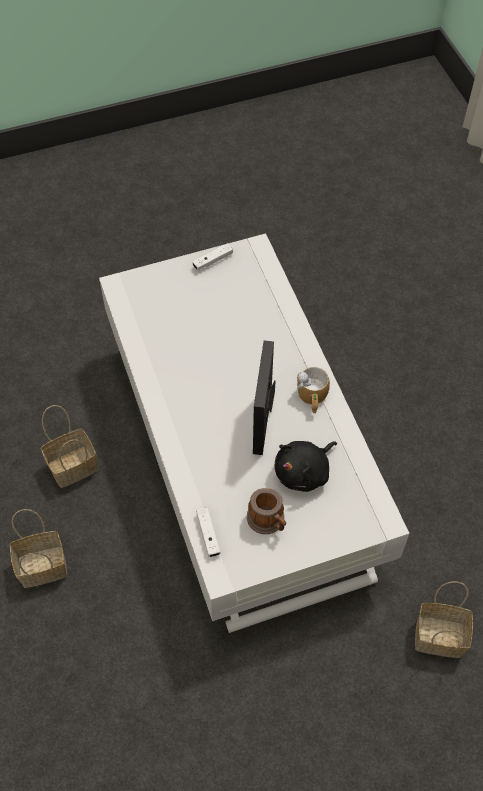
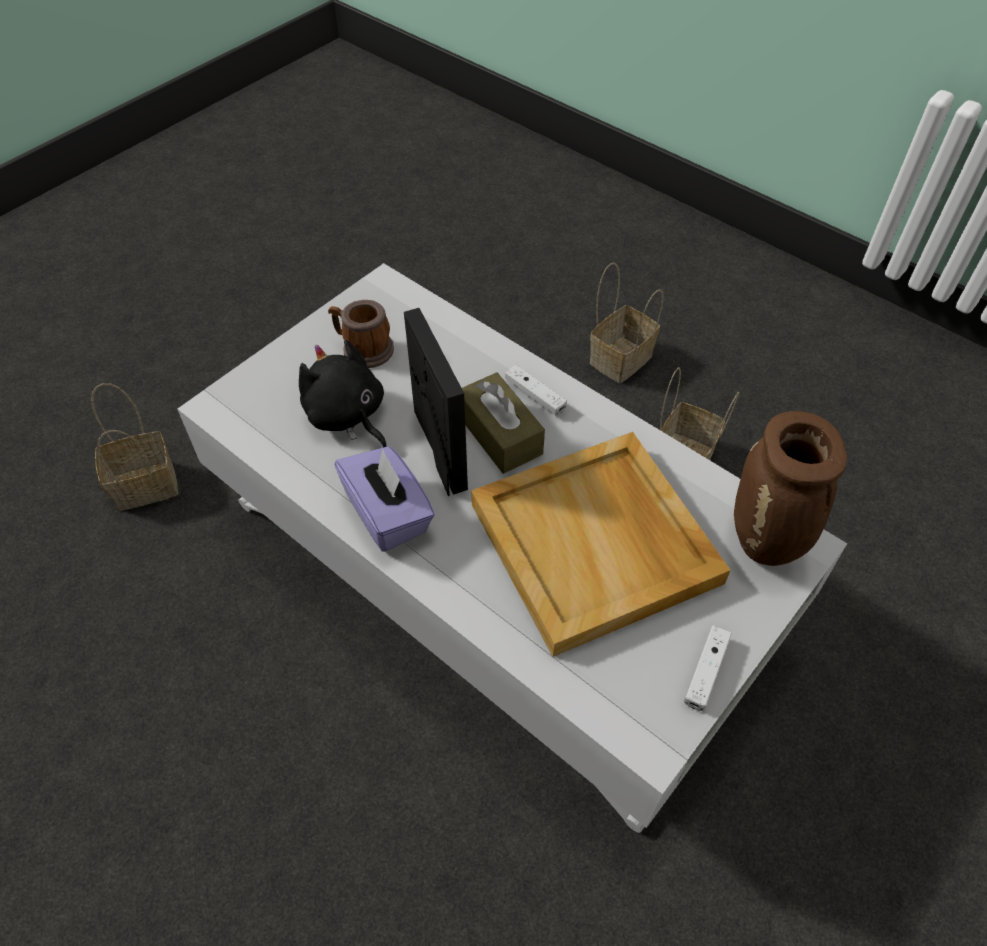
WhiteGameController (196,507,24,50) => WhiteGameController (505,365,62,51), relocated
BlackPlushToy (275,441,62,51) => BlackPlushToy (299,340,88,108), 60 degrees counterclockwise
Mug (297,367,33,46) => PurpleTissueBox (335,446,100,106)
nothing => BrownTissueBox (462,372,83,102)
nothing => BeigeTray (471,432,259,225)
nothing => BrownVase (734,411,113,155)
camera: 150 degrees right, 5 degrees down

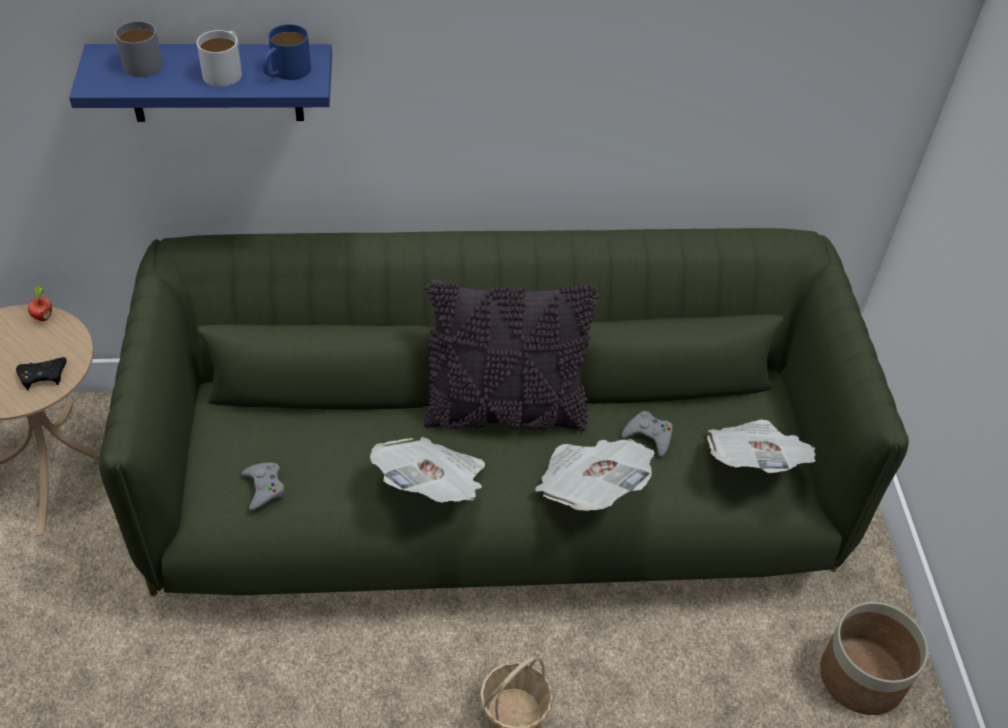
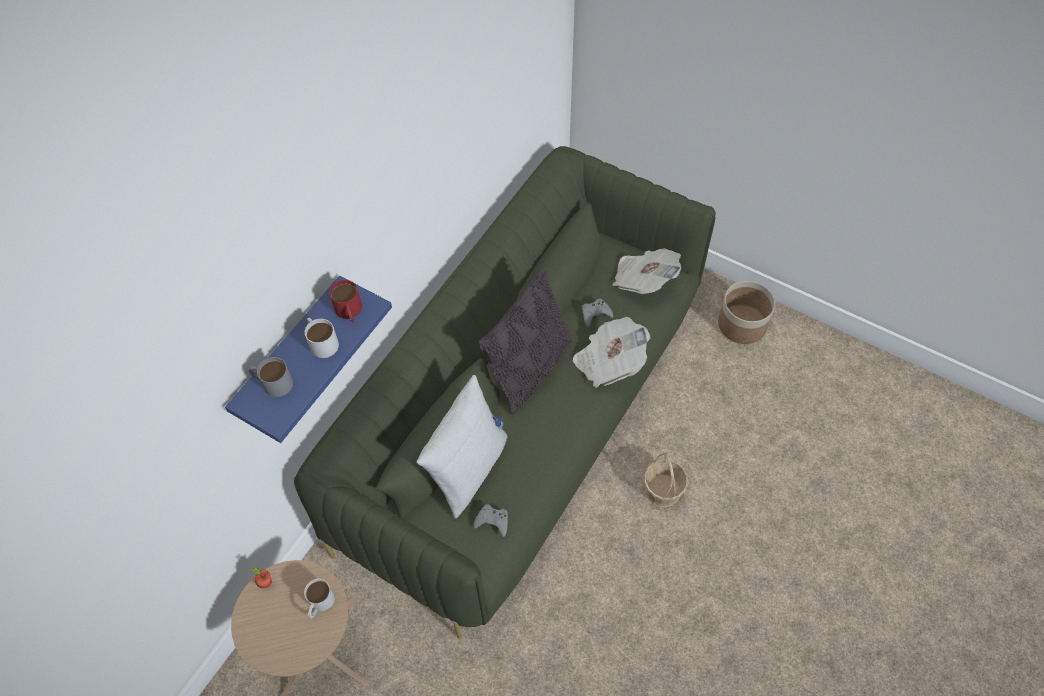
BlackGameController (16,357,51,33) => WhiteMug (304,579,31,40)
BlueMug (263,24,48,56) => RedMug (329,280,33,43)
Newspaper (370,437,115,66) => nothing
nothing => GreyPillow (416,375,92,143)
camera: 50 degrees left, 10 degrees up

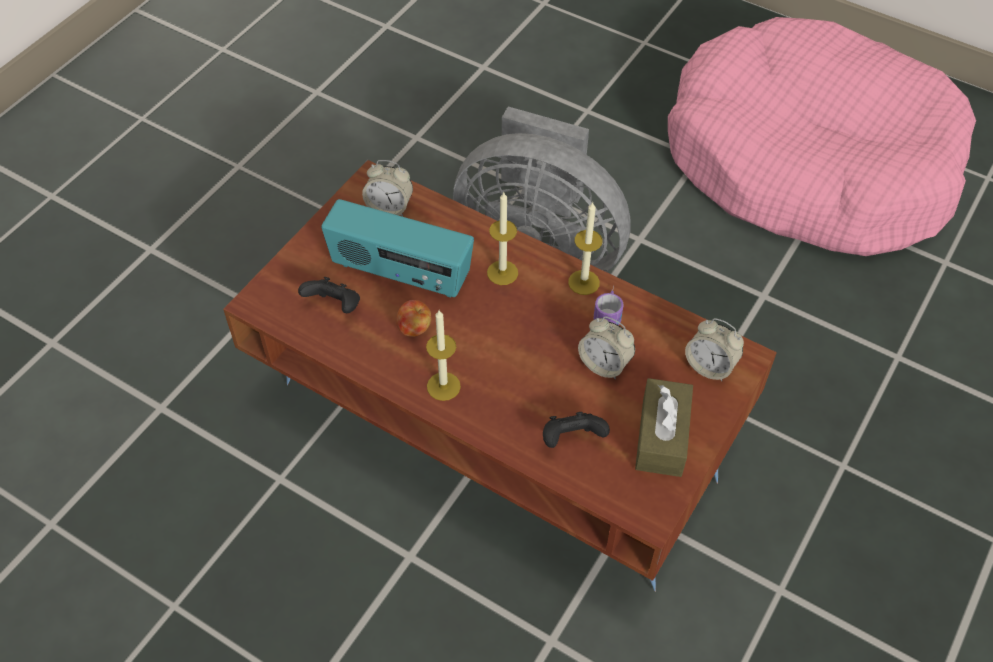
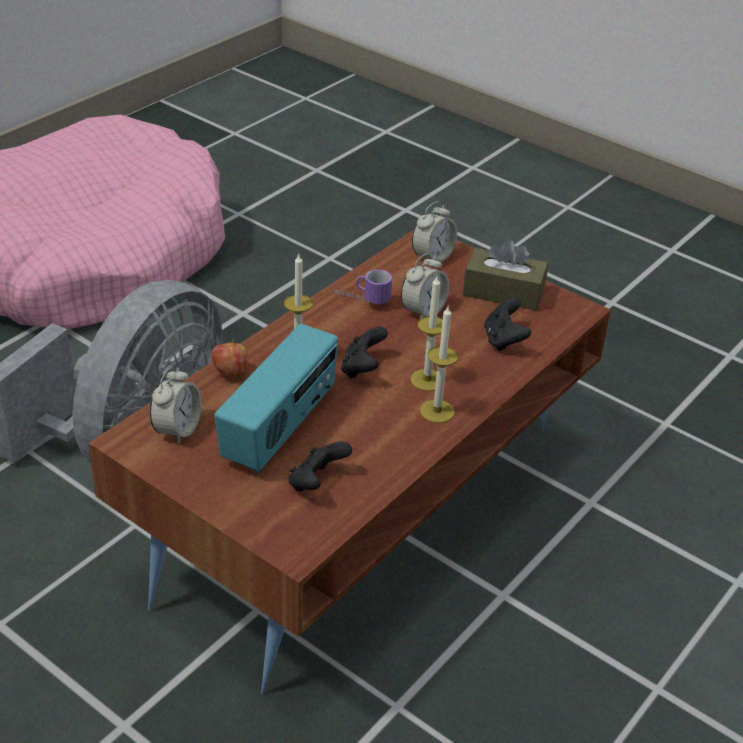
Apple (396,300,36,37) => Apple (212,339,36,38), relocated
Candle (568,201,34,94) => Candle (410,276,33,115), relocated
nothing => BlackGameController (341,327,47,51)
camera: 85 degrees left, 15 degrees down

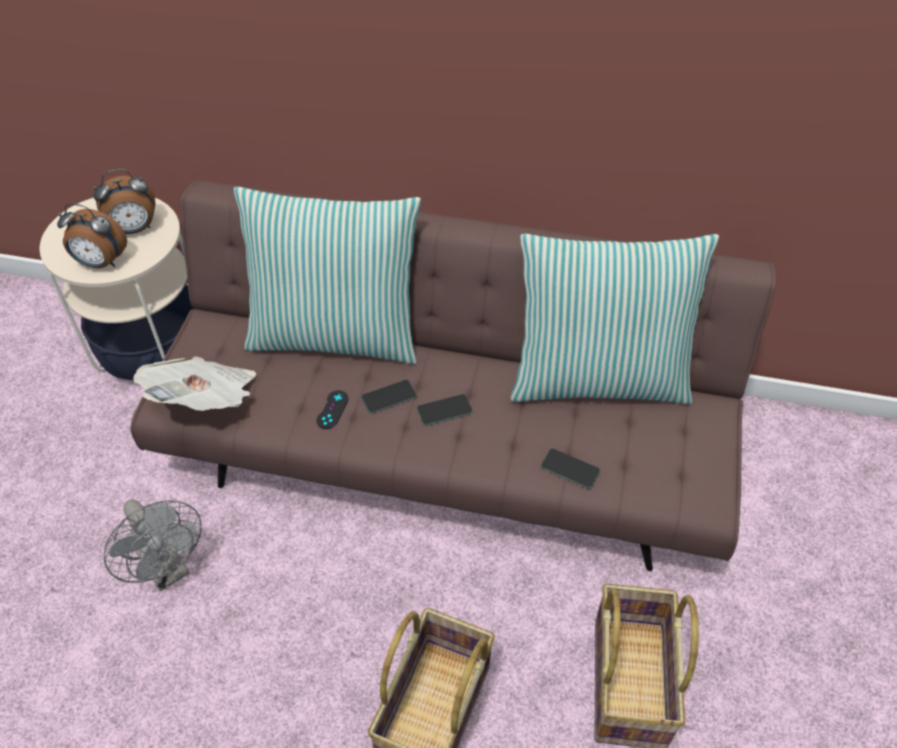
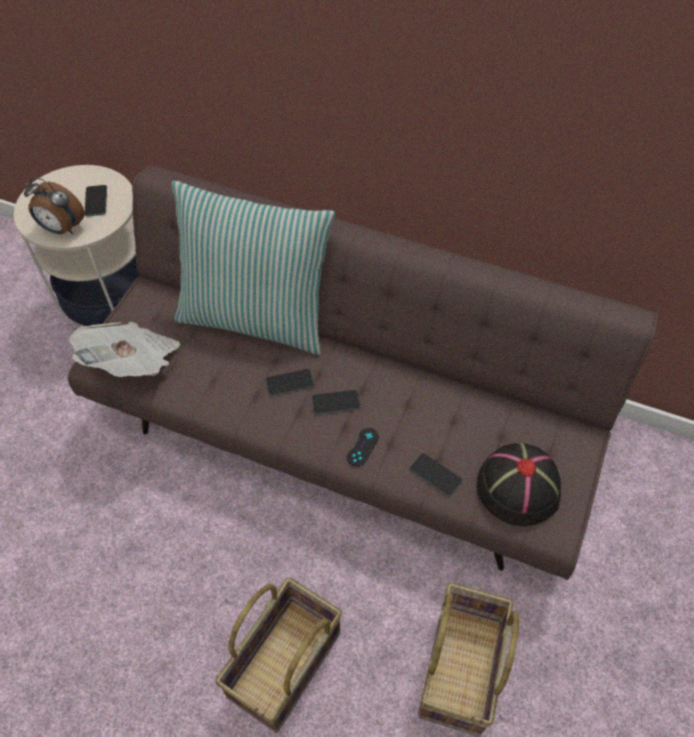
AlarmClock (93,169,63,65) => Phone (84,185,23,32)
GreyFan (104,499,98,92) => nothing
BlackGameController (316,390,33,39) => BlackGameController (347,428,32,38), relocated
Pillow (511,234,208,170) => nothing
nothing => BlackHat (477,443,84,83)
camera: 10 degrees right, 5 degrees up

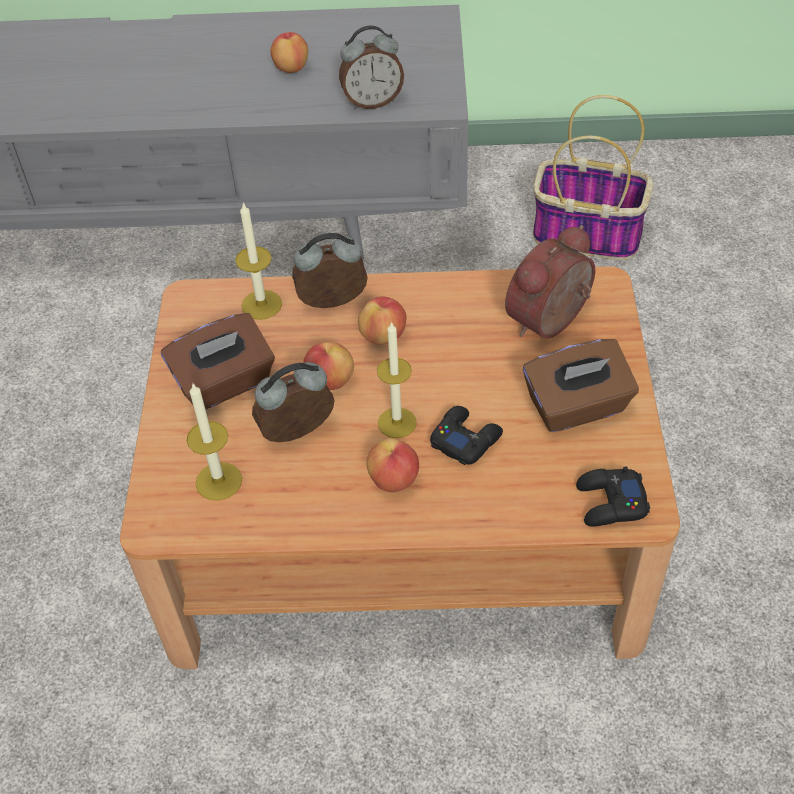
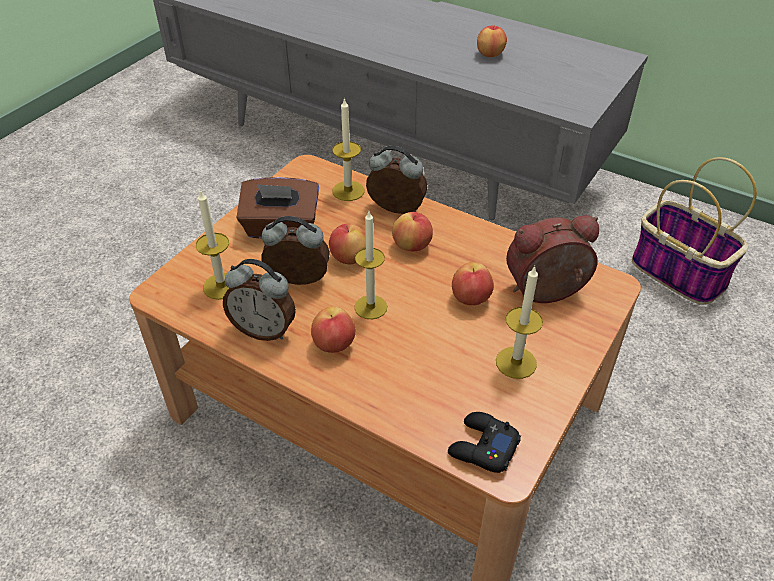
AlarmClock (339,26,65,83) => AlarmClock (223,259,73,82), relocated
BlackGameController (430,406,73,59) => nothing
BrownTissueBox (523,339,116,93) => Candle (496,266,47,113)
nothing => Apple (452,262,42,43)
camera: 30 degrees right, 5 degrees down

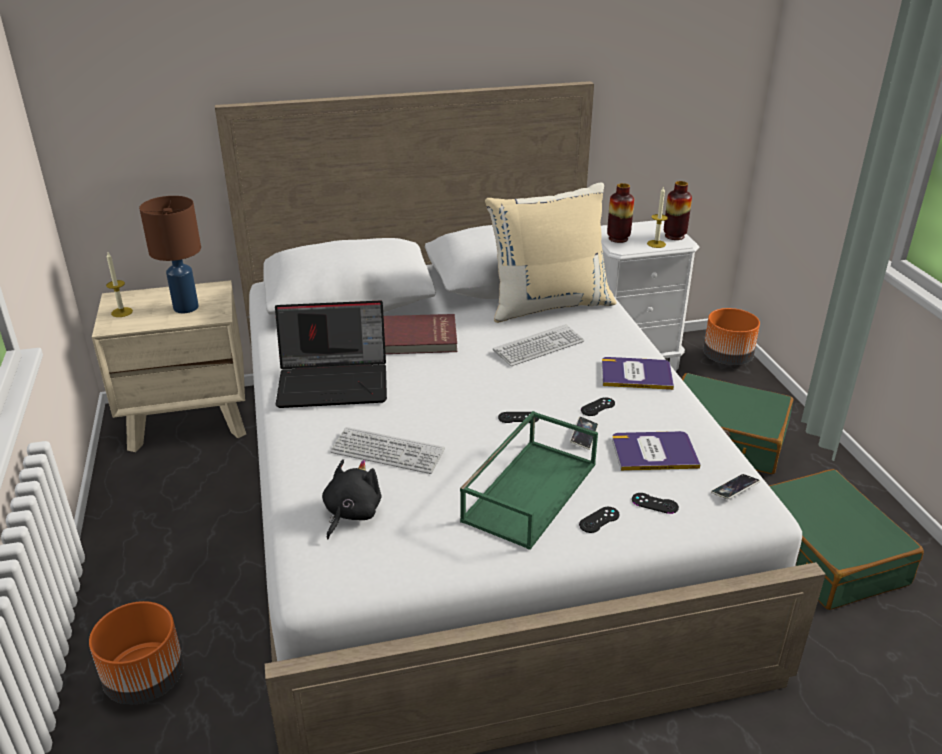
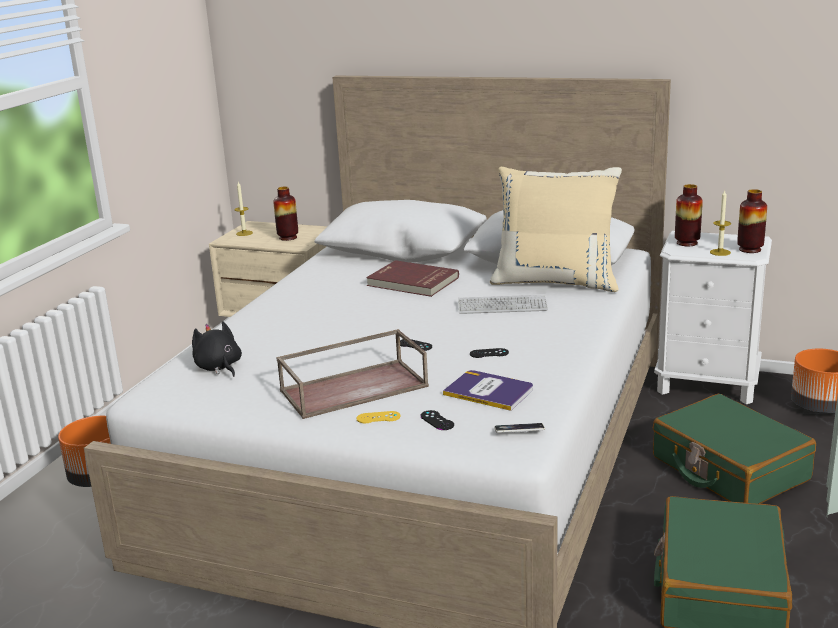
BrownTableLamp (139,196,62,117) => Vase (273,187,25,54)
Laptop (275,301,112,107) => nothing
BlackPlushToy (322,459,60,80) => BlackPlushToy (192,321,50,56), 90 degrees counterclockwise
Keyboard (330,427,115,47) => nothing
GreenTray (460,411,138,139) => BrownTray (276,329,153,90)
Phone (570,417,28,33) => nothing
BlackGameController (579,507,41,26) => YellowGameController (356,411,44,12)
Book (602,357,72,33) => nothing
camera: 35 degrees right, 10 degrees down

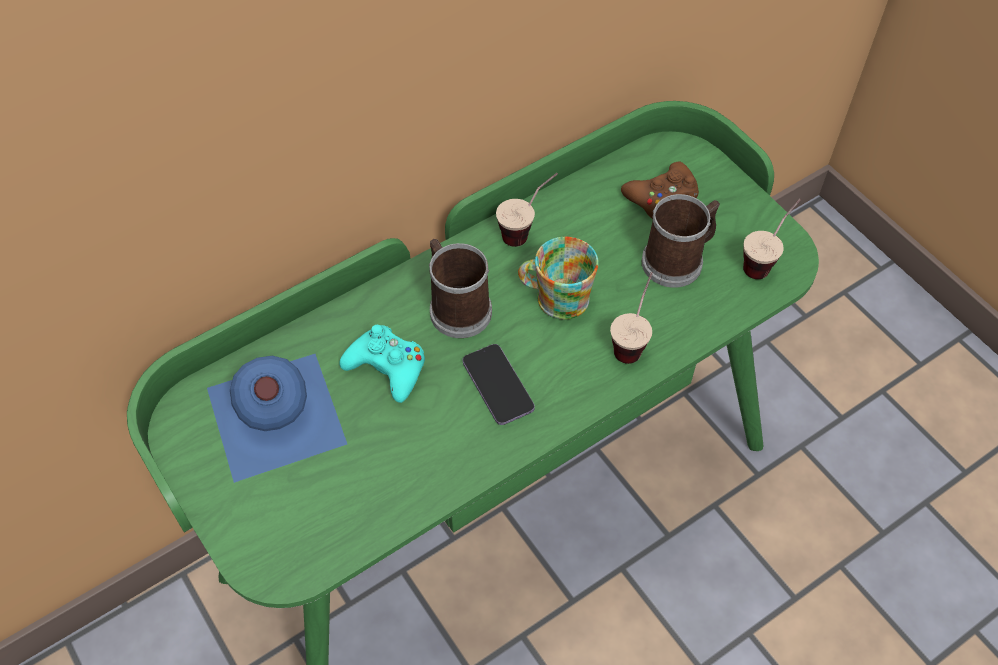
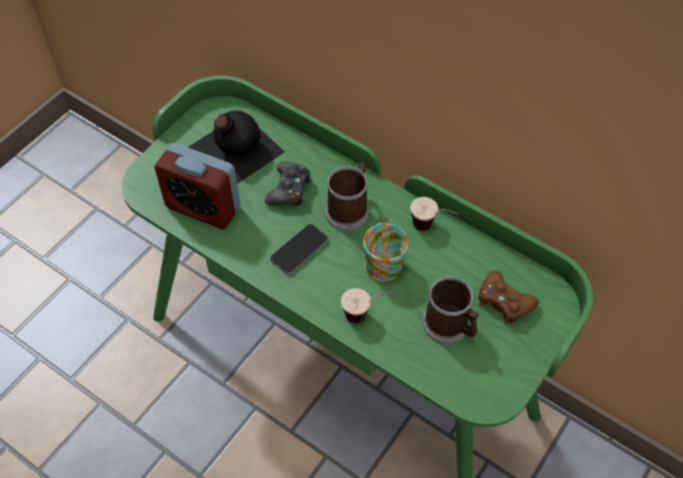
BlueBottle (207,354,140,129) => BlackBottle (188,111,97,73)
TurquoiseGameController (339,325,86,78) => BlackGameController (265,161,47,45)
Cup (743,199,58,80) => nothing
nothing => AlarmClock (155,143,85,86)
camera: 70 degrees right, 0 degrees up

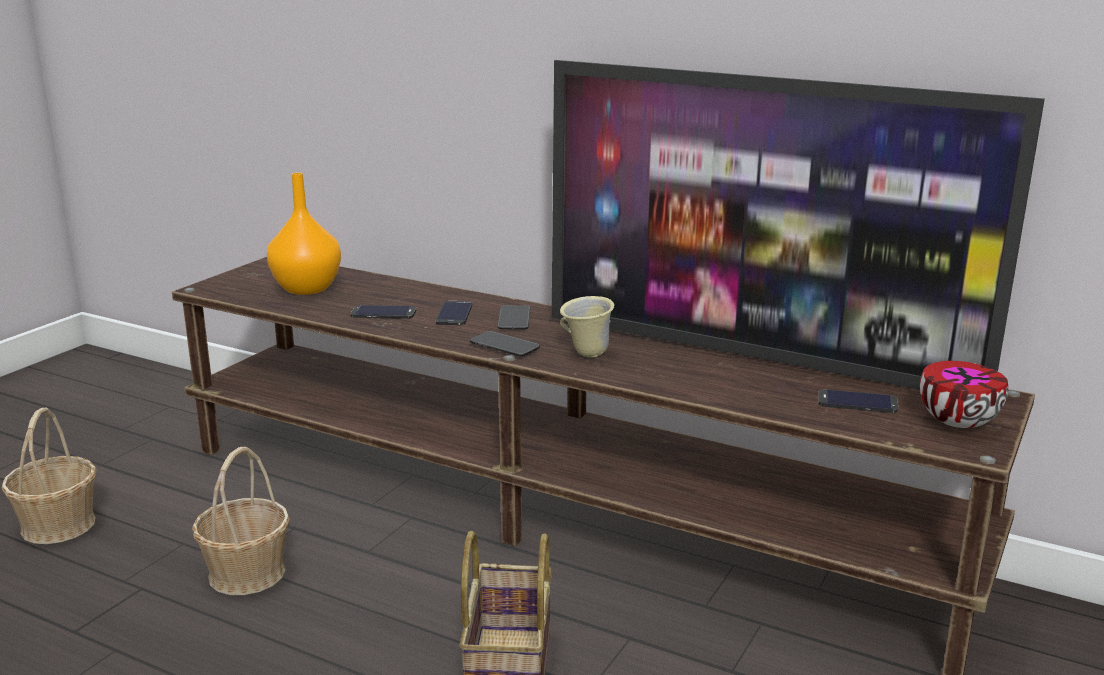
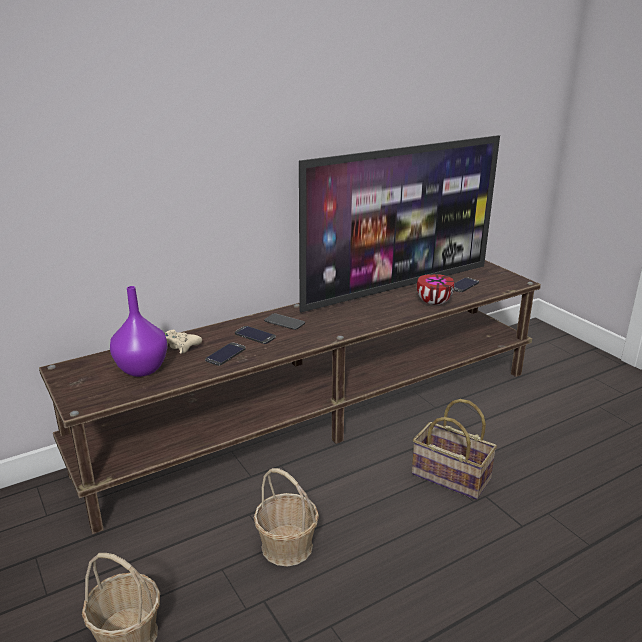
OrangeVase (267,173,74,122) => PurpleVase (110,286,58,91)
Phone (470,331,70,25) => nothing
BeigeMug (560,296,55,61) => nothing
Bowl (920,361,88,67) => Bowl (417,274,38,31), relocated
nothing => BeigeGameController (165,330,37,24)
camera: 60 degrees left, 5 degrees up

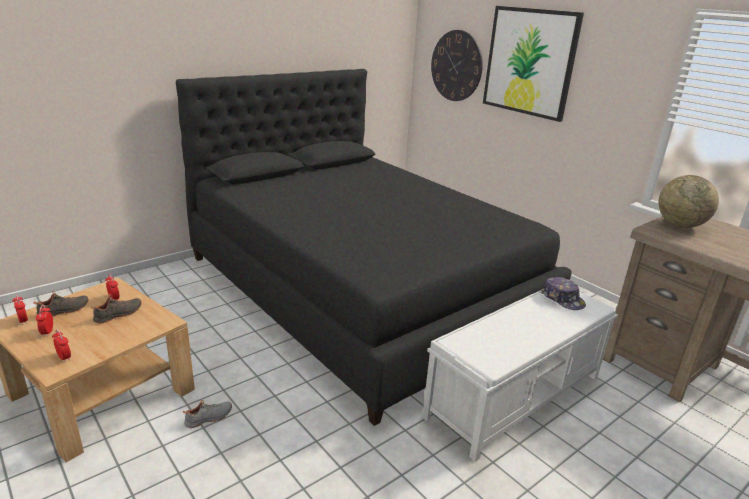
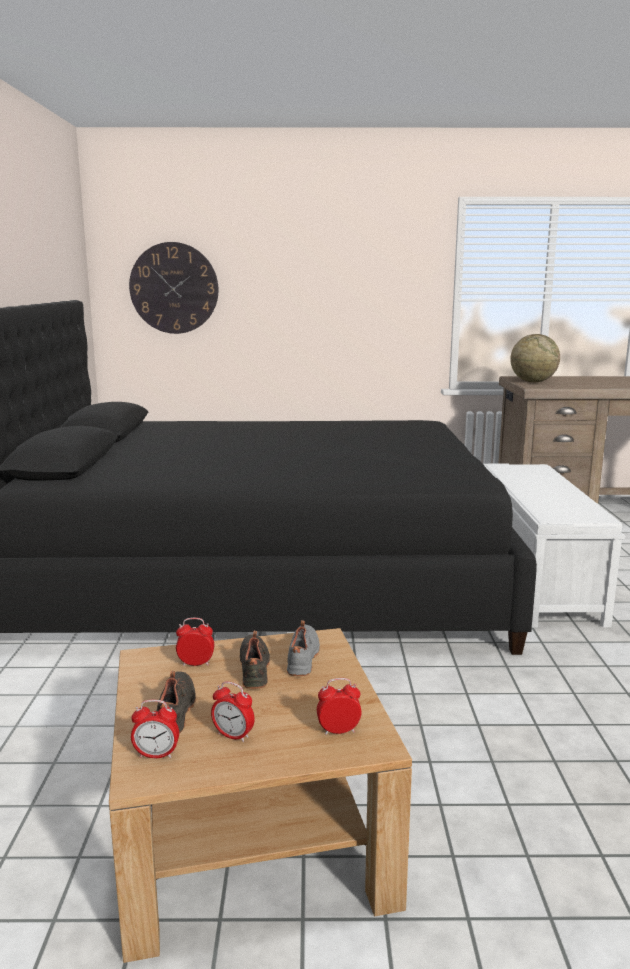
GreyShoe (183,400,49,28) => GreyShoe (287,620,33,56), relocated
Picture (483,6,101,116) => nothing
Cap (541,277,45,33) => nothing
camera: 50 degrees left, 10 degrees down

